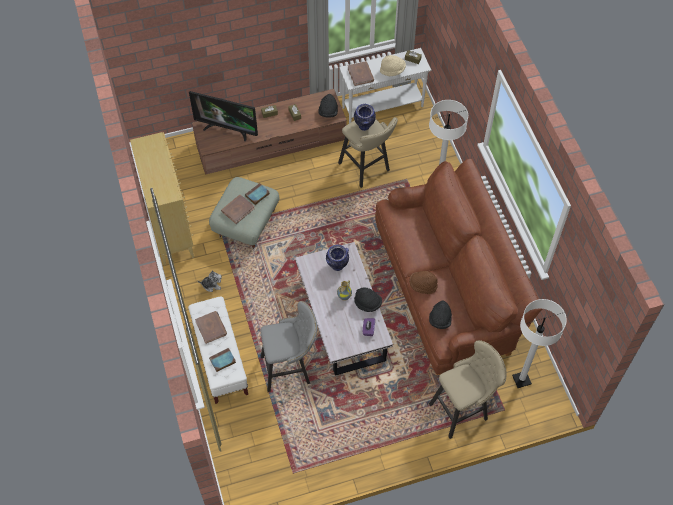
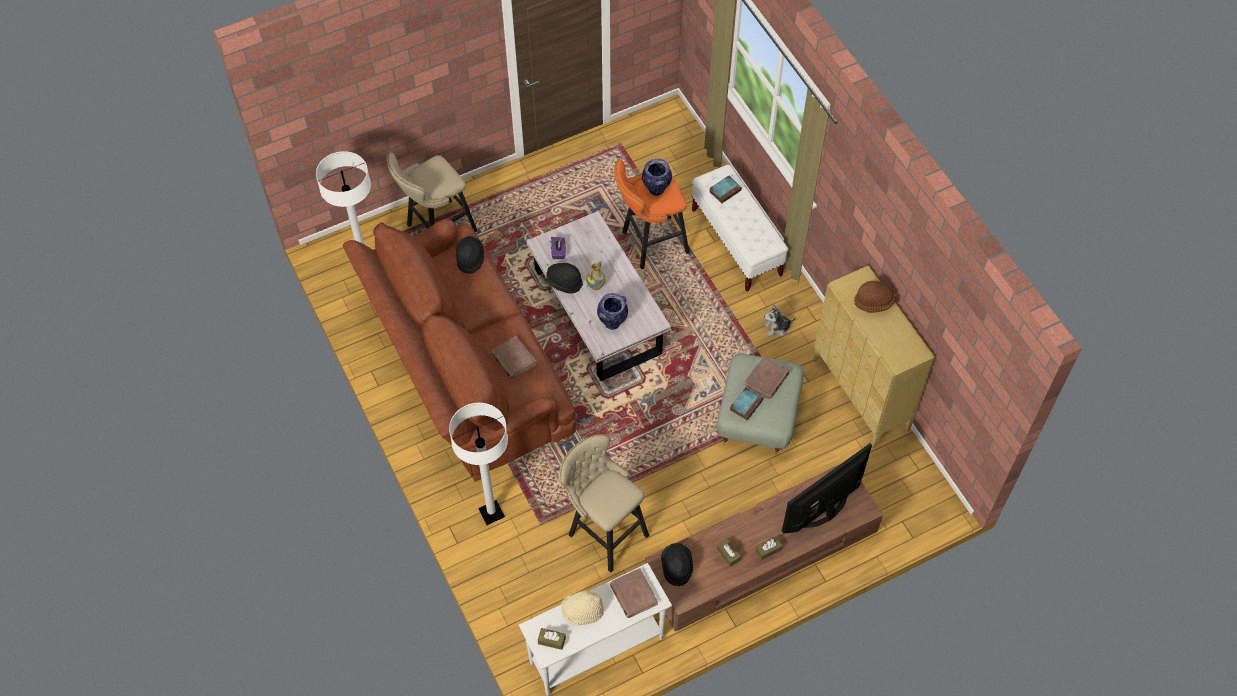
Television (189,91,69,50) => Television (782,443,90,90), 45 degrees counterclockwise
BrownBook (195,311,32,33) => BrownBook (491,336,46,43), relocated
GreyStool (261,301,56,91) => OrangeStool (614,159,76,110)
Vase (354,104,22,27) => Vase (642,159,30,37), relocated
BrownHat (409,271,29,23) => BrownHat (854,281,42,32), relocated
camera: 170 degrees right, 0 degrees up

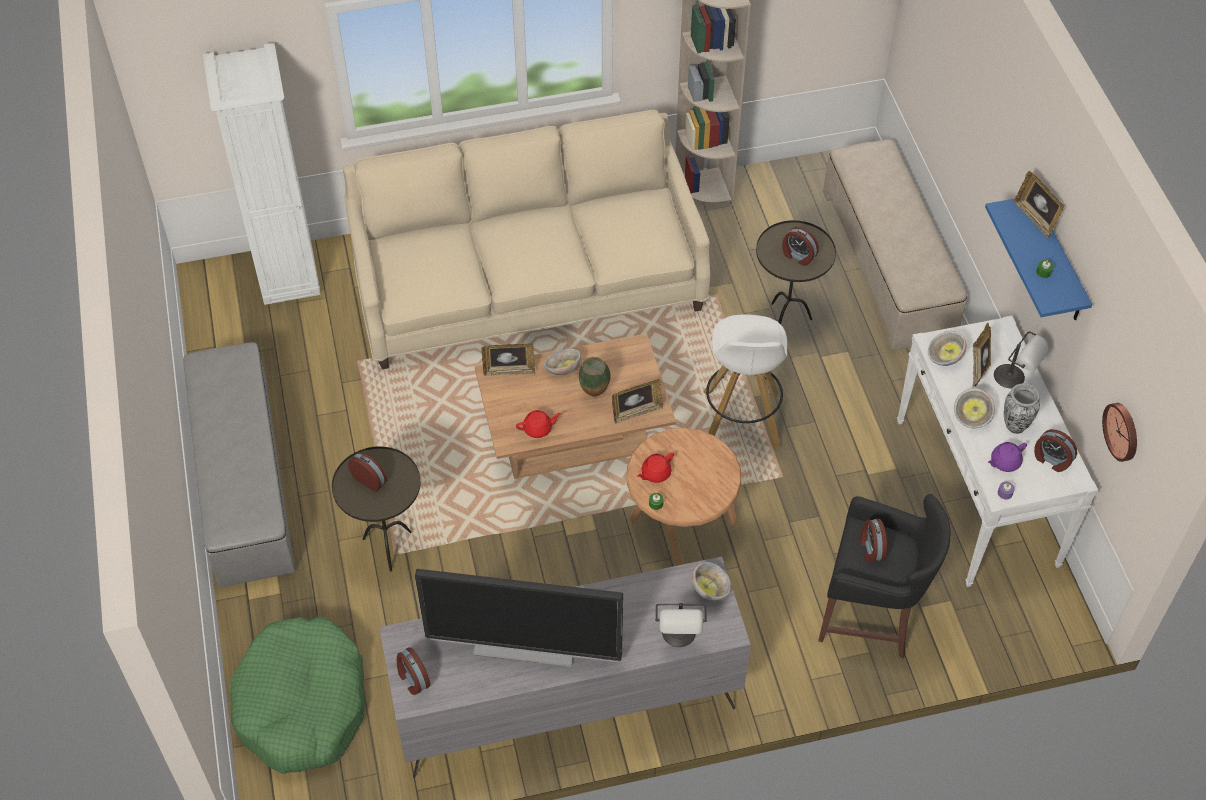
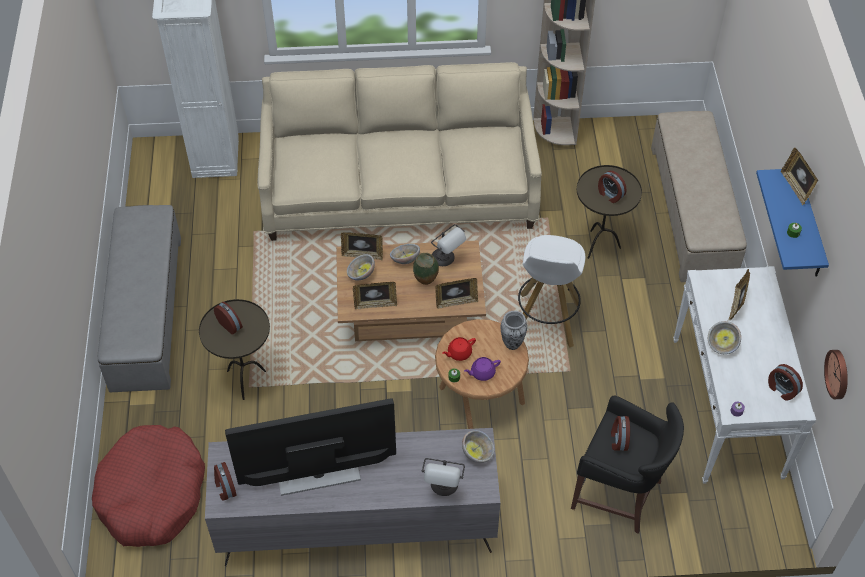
GreenDogBed (230,616,135,158) => RedDogBed (92,425,113,122)
Television (415,569,208,98) => Television (225,398,171,98), 150 degrees clockwise
RedTeapot (516,410,45,28) => PictureFrame (353,282,44,27)
Bowl (928,331,39,35) => Bowl (347,254,28,27), relocated
PurpleTeapot (988,442,39,30) => PurpleTeapot (464,357,37,24), relocated
TableLamp (994,331,55,57) => TableLamp (431,224,35,42), relocated
Vase (1004,383,36,51) => Vase (501,311,26,39), relocated
camera: 10 degrees right, 0 degrees up

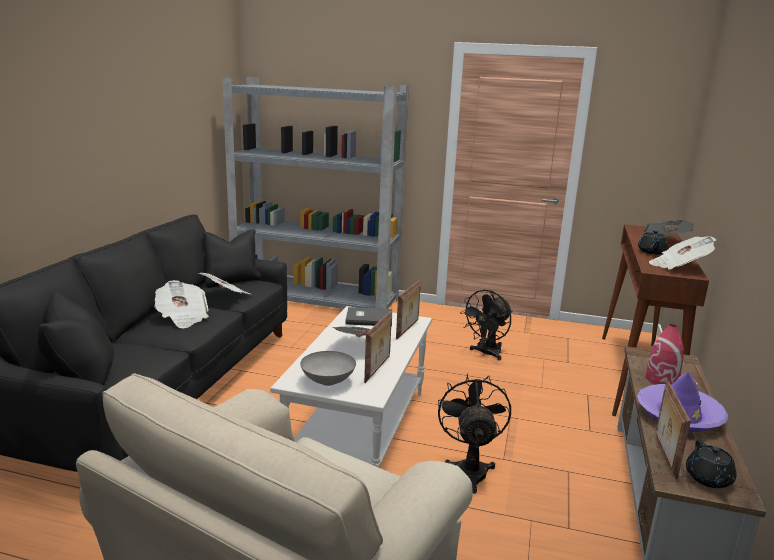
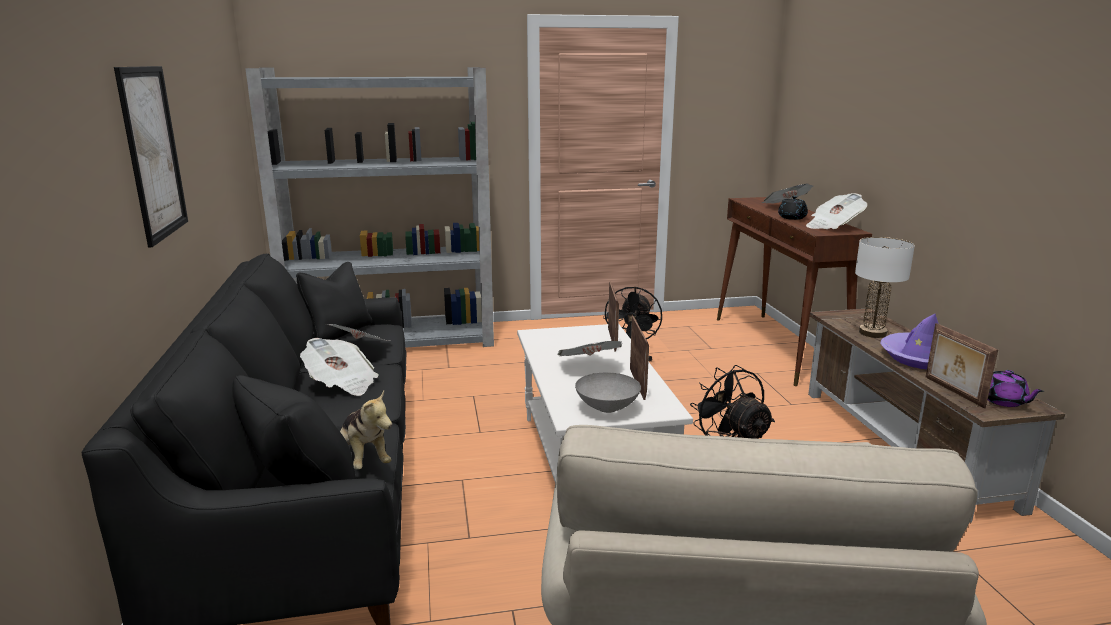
GreyBook (345,307,47,20) => nothing
RedVase (646,324,38,61) => TableLamp (855,237,60,101)
BlackTeapot (686,440,51,48) => PurpleTeapot (988,370,57,37)
nothing => Picture (114,66,74,181)
nothing => PlushToy (340,390,52,80)
camera: 25 degrees left, 0 degrees up

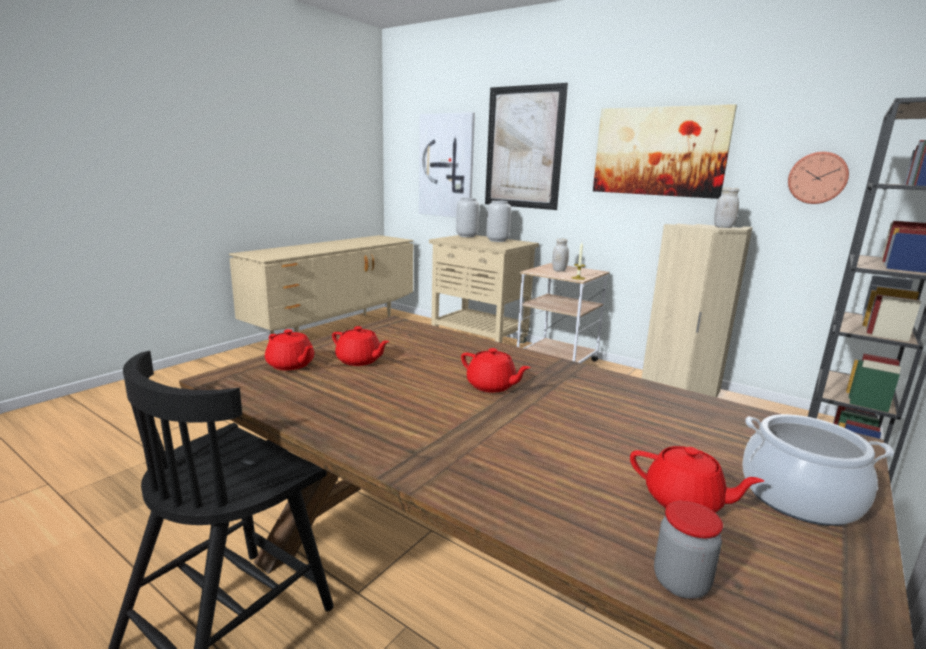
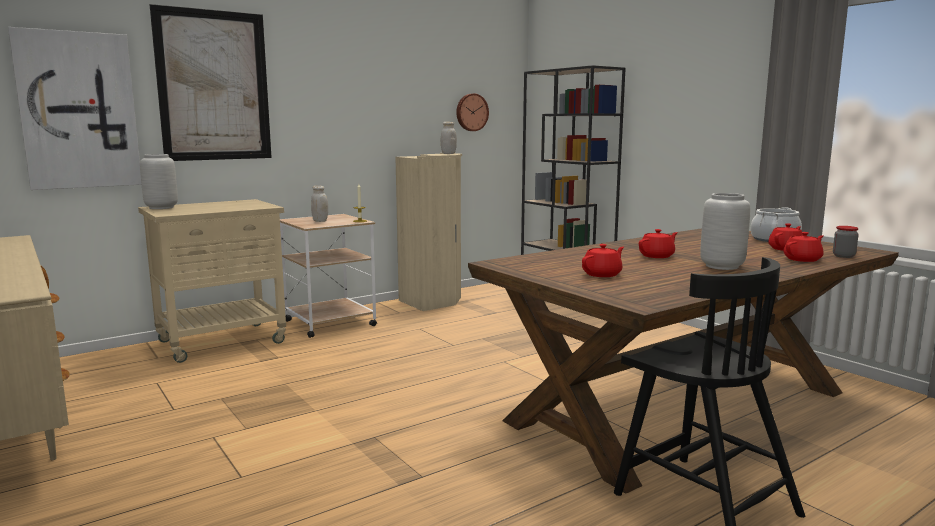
RedTeapot (265,329,49,41) => RedTeapot (783,232,41,30), relocated
GreyVase (486,200,25,42) => GreyVase (700,193,51,77), relocated
Picture (593,104,144,95) => nothing
camera: 70 degrees left, 5 degrees down

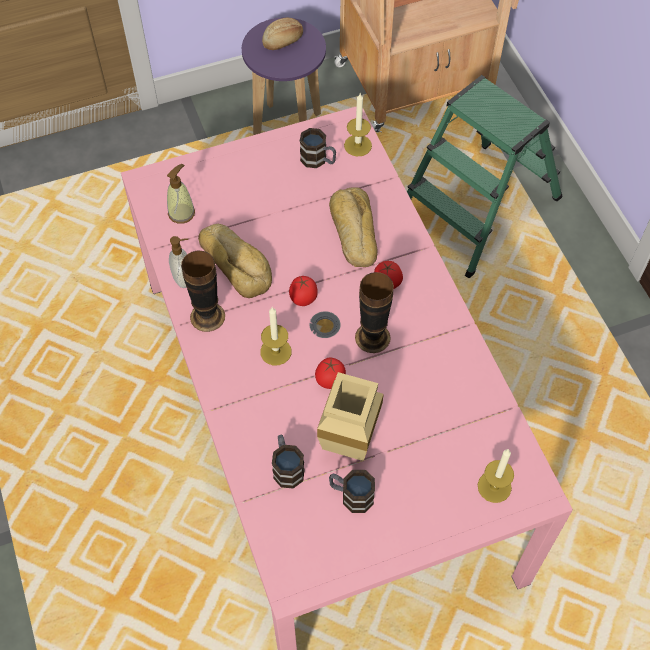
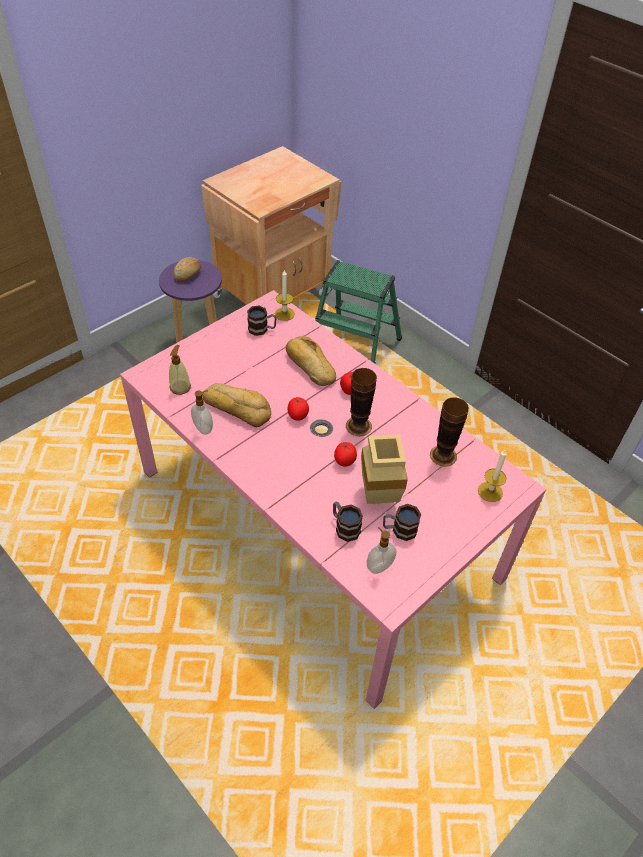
Vase (181,251,44,81) => Vase (430,397,39,70), relocated
Candle (260,307,32,59) => nothing
nothing => SoapDispenser (367,527,29,47)
camera: 25 degrees left, 10 degrees down

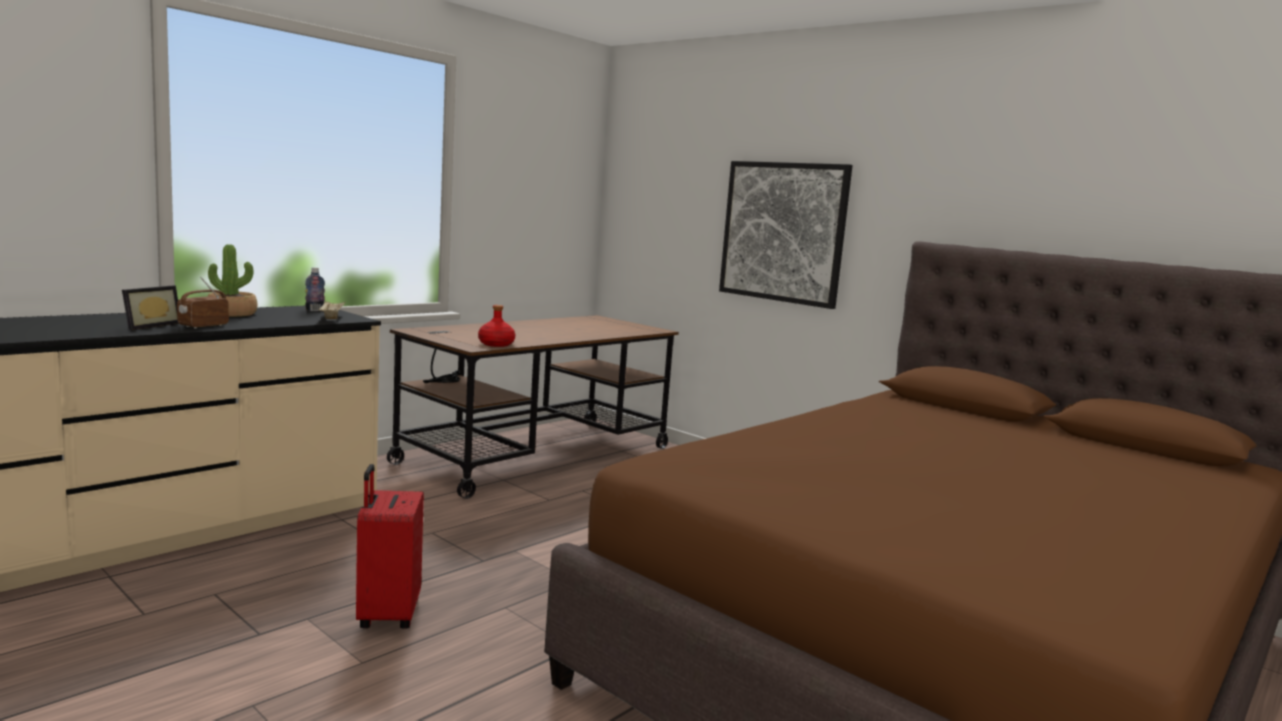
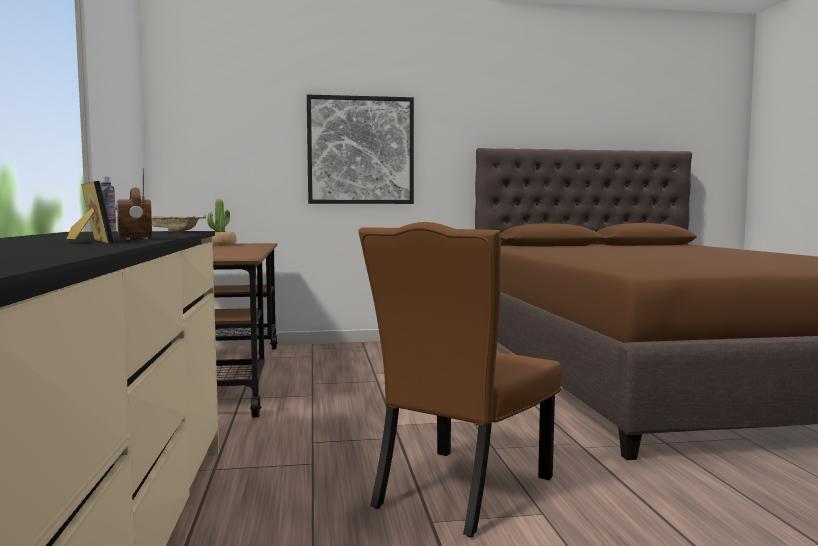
PottedPlant (207,244,50,73) => PottedPlant (207,199,30,47), relocated
RedSuitcase (356,464,68,165) => BrownChair (358,222,203,315)
RedBottle (478,305,37,42) => nothing
camera: 50 degrees left, 5 degrees down

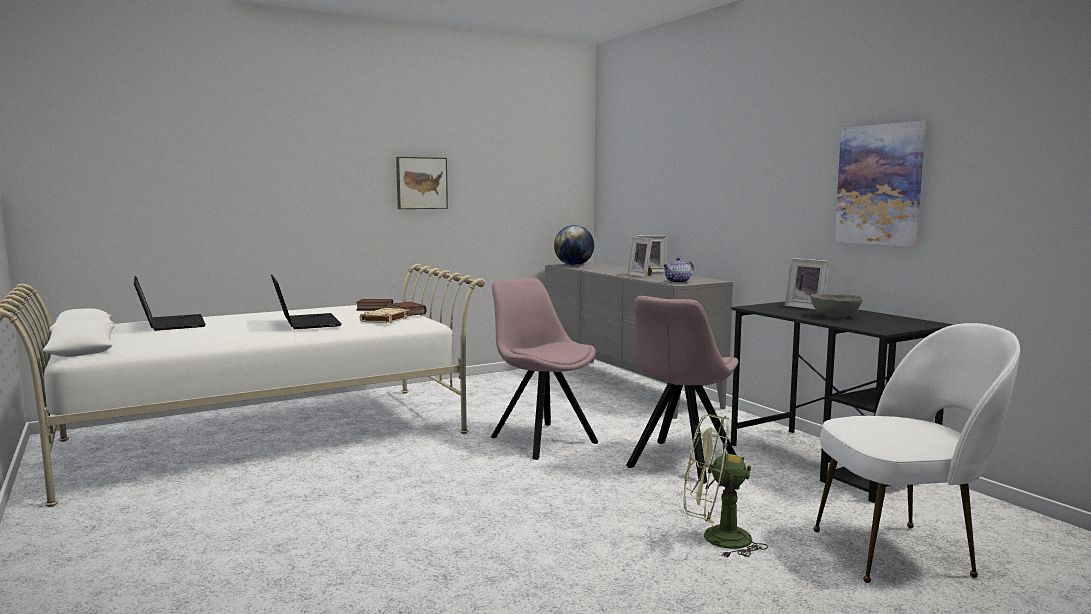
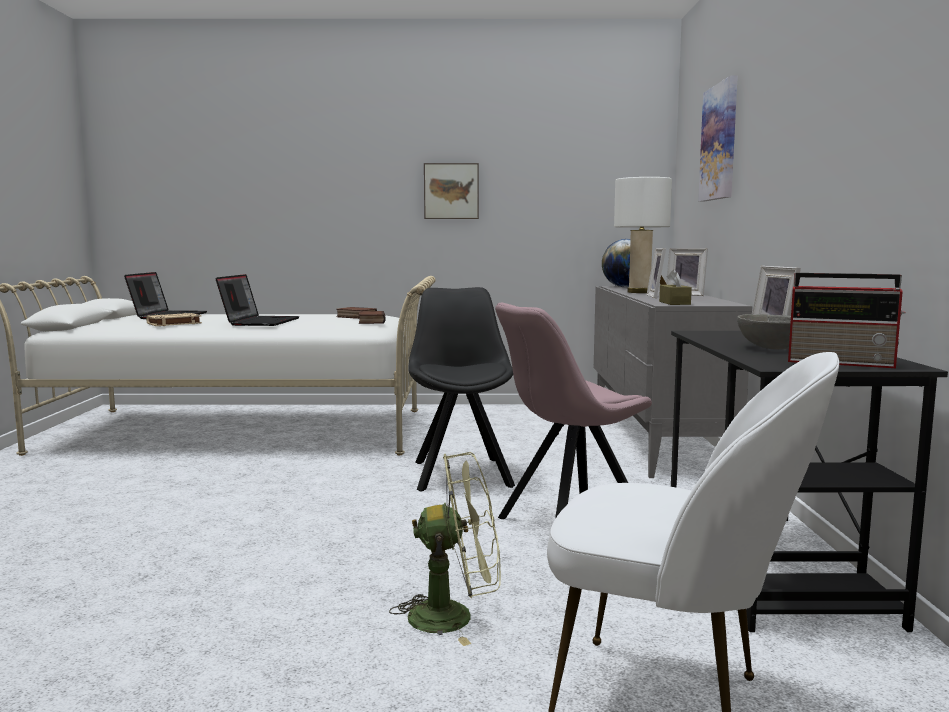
BeigeBook (359,308,51,16) => BeigeBook (146,313,56,13), relocated
PinkChair (491,278,107,182) => BlackChair (408,287,107,204)
Teapot (663,257,31,26) => BrownTissueBox (659,269,33,36)
GreenFan (684,414,84,144) => GreenFan (389,452,112,194), 135 degrees clockwise
Picture (834,121,92,126) => Picture (698,75,40,127), relocated
nothing => WhiteTableLamp (614,177,58,116)
nothing => Radio (788,273,118,95)
camera: 30 degrees right, 0 degrees up

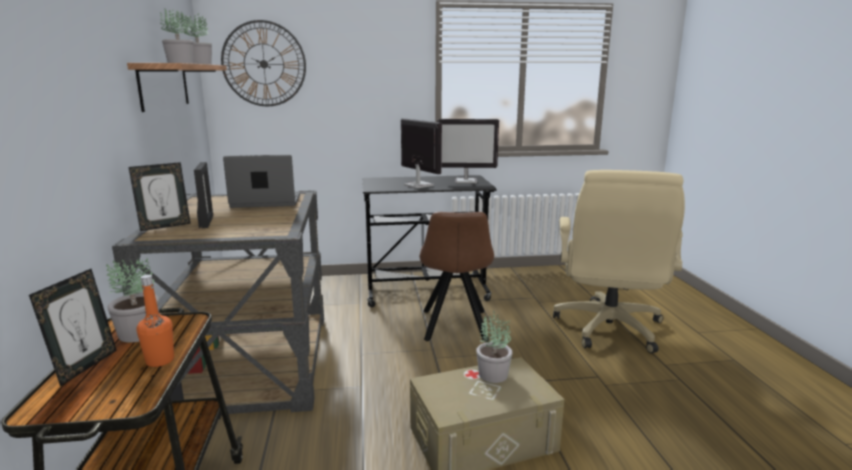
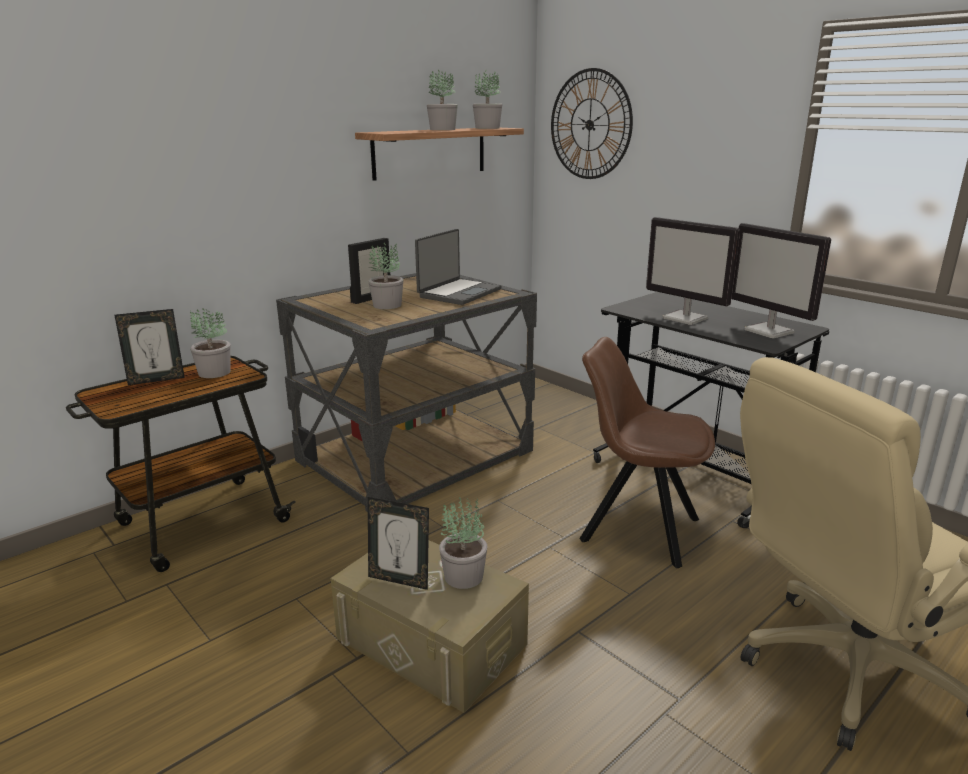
PictureFrame (128,162,63,69) => PictureFrame (368,497,61,93), relocated
OrangeBottle (136,275,38,92) => nothing
Laptop (223,155,77,53) => Laptop (415,229,87,76), 75 degrees clockwise
Monitor (401,118,41,70) => Monitor (646,217,94,108), 120 degrees clockwise
BrownChair (419,212,75,130) => BrownChair (579,337,136,231), 60 degrees clockwise
nothing => PottedPlant (368,243,36,66)
camera: 55 degrees right, 5 degrees up

